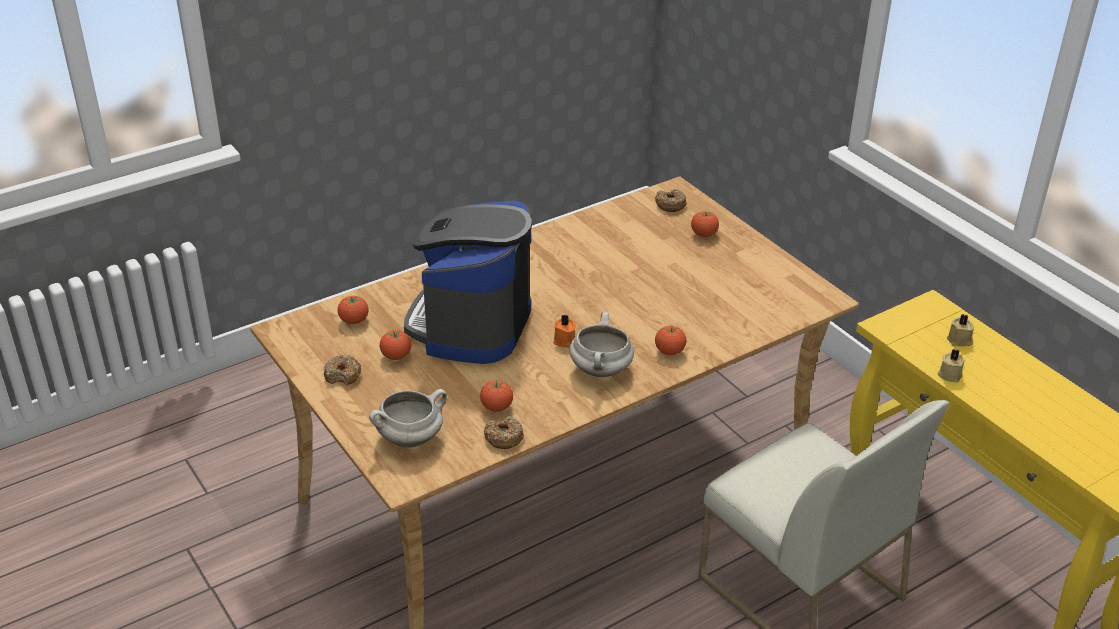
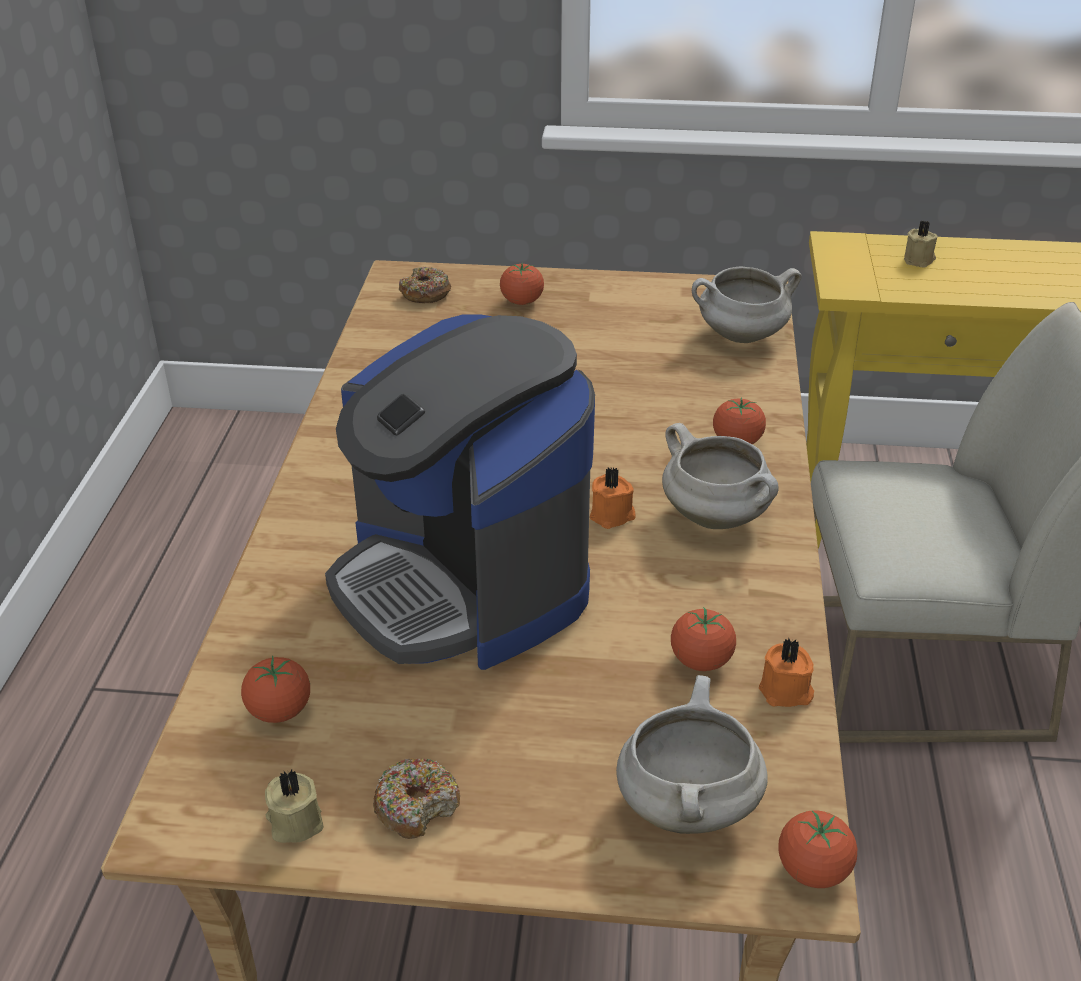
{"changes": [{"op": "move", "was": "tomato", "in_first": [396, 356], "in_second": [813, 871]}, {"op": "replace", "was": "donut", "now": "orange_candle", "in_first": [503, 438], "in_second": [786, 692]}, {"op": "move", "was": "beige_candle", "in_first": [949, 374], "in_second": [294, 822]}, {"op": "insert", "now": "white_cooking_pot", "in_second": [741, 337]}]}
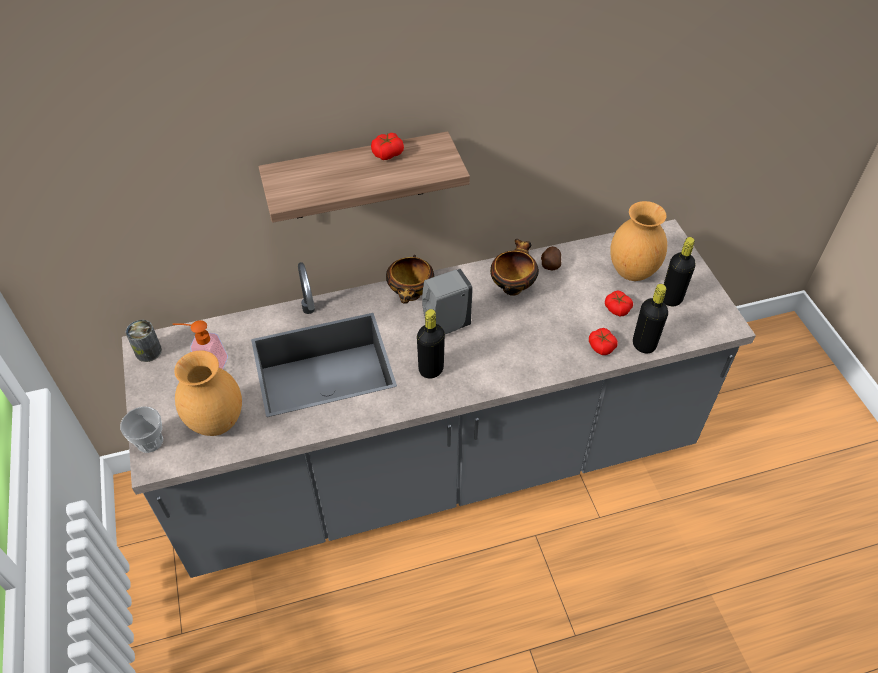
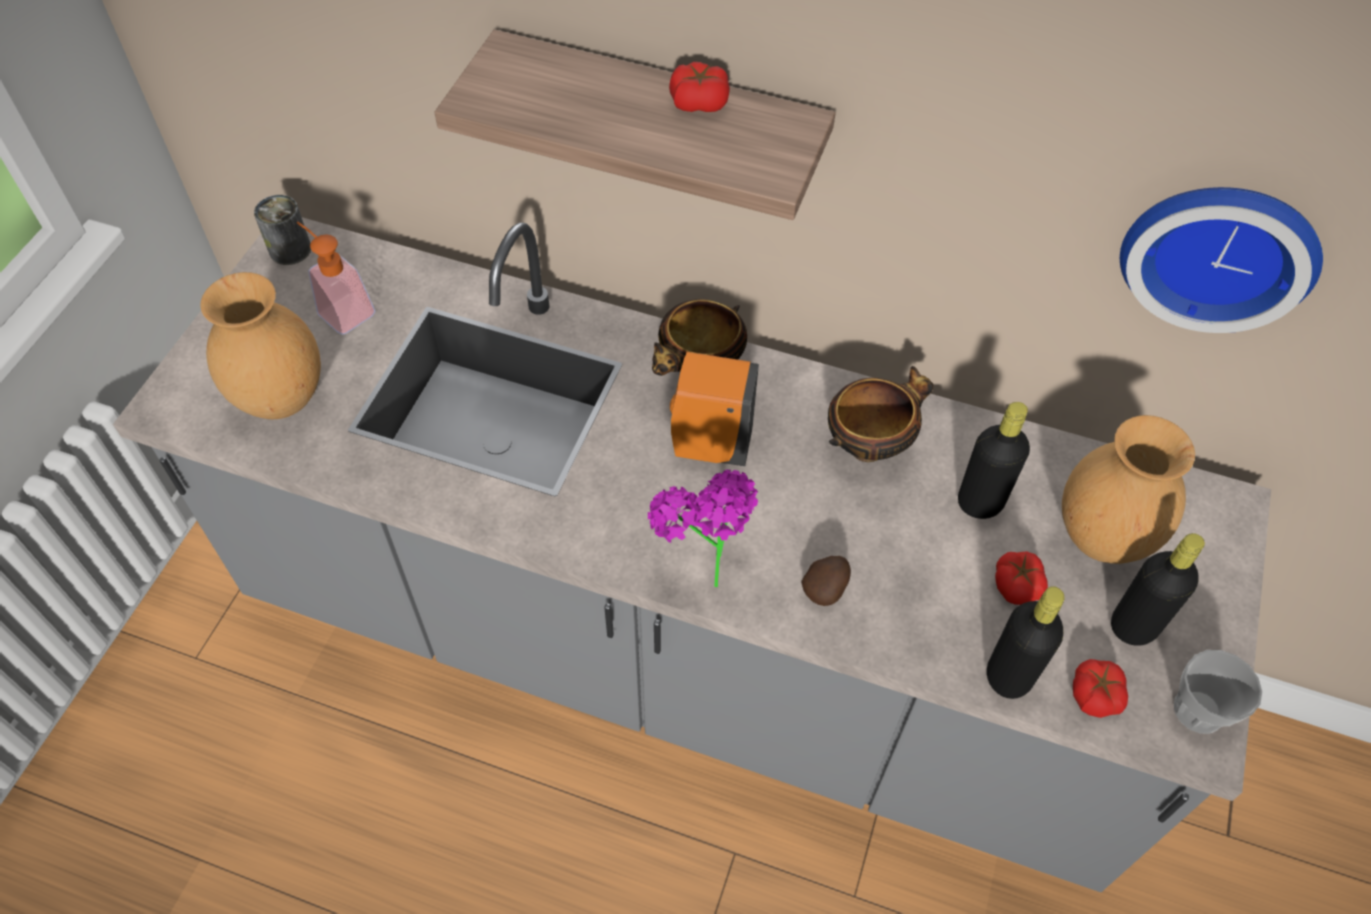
{"changes": [{"op": "move", "was": "cup", "in_first": [149, 441], "in_second": [1198, 710]}, {"op": "move", "was": "black_bottle", "in_first": [431, 369], "in_second": [980, 502]}, {"op": "recolor", "was": "grey_soap_dispenser", "now": "orange_soap_dispenser", "in_first": [445, 325], "in_second": [708, 445]}, {"op": "move", "was": "potato", "in_first": [550, 264], "in_second": [826, 588]}, {"op": "move", "was": "tomato", "in_first": [601, 346], "in_second": [1094, 695]}, {"op": "insert", "now": "potted_plant", "in_second": [702, 571]}, {"op": "insert", "now": "wall_clock", "in_second": [1219, 249]}]}
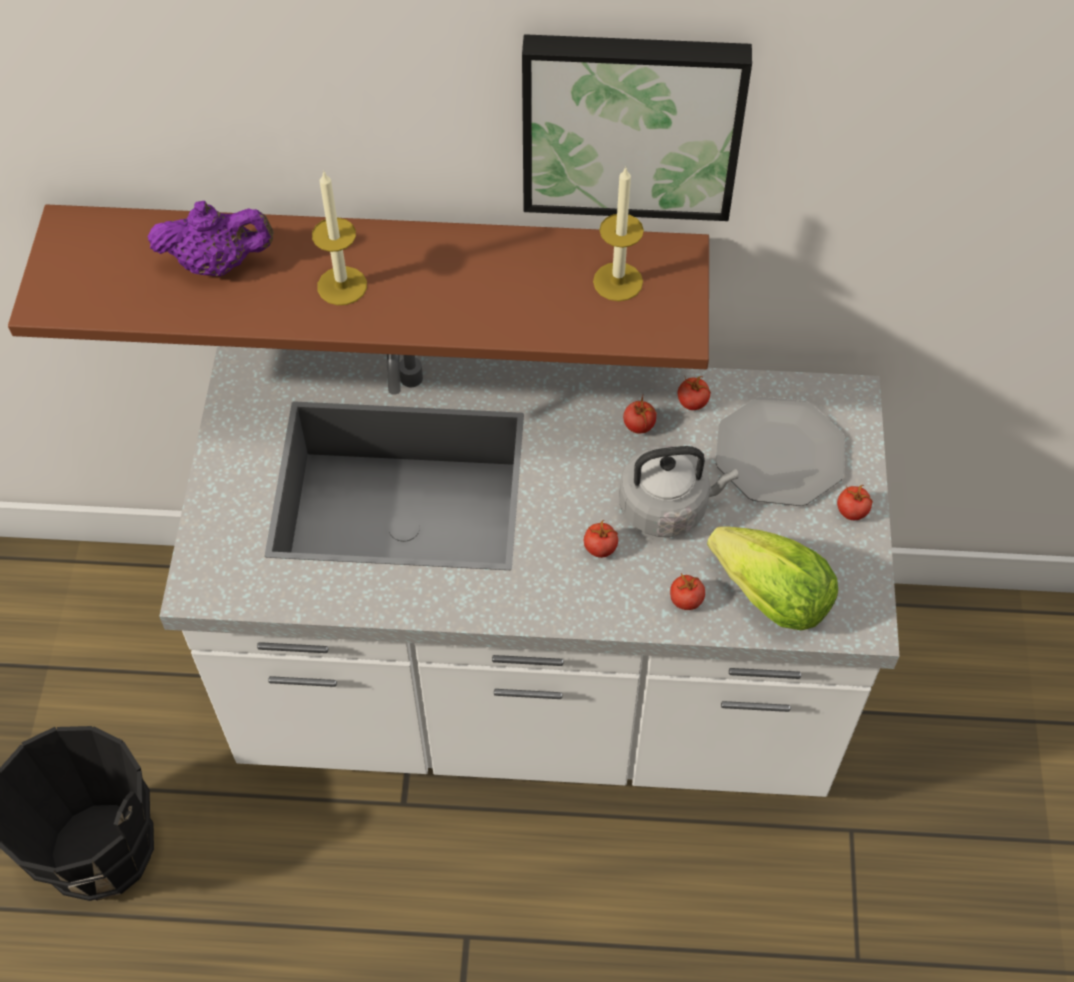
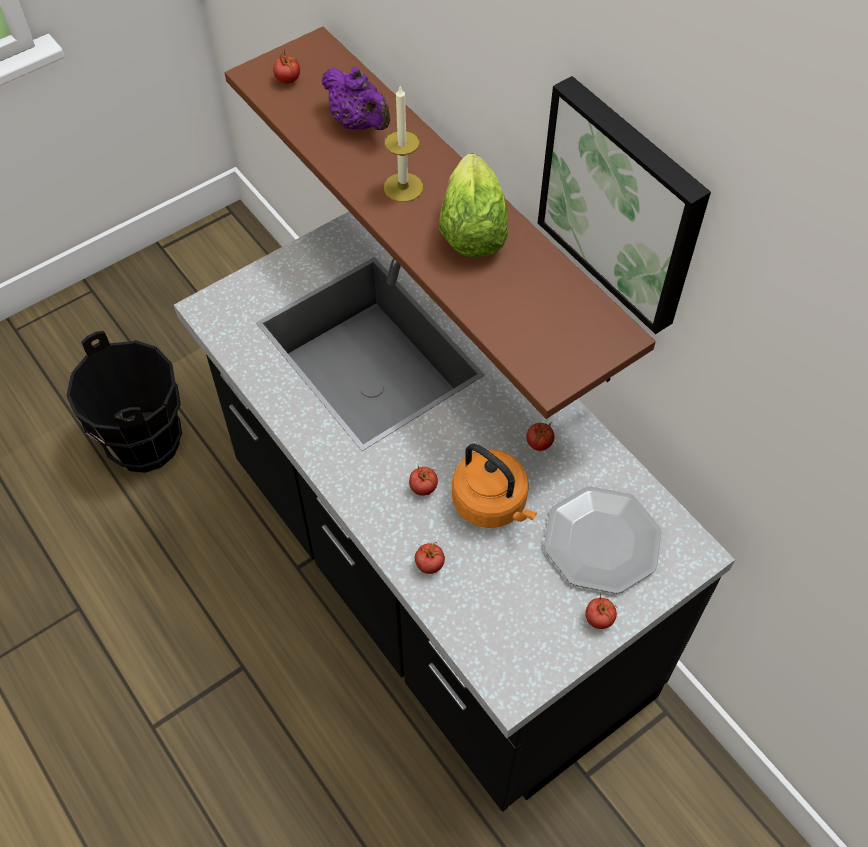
{"changes": [{"op": "recolor", "was": "white_counter", "now": "black_counter", "in_first": [537, 692], "in_second": [434, 583]}, {"op": "delete", "was": "candle", "in_first": [618, 281]}, {"op": "recolor", "was": "grey_kettle", "now": "orange_kettle", "in_first": [668, 507], "in_second": [492, 504]}, {"op": "move", "was": "tomato", "in_first": [692, 403], "in_second": [288, 80]}, {"op": "move", "was": "lettuce", "in_first": [771, 598], "in_second": [471, 231]}]}
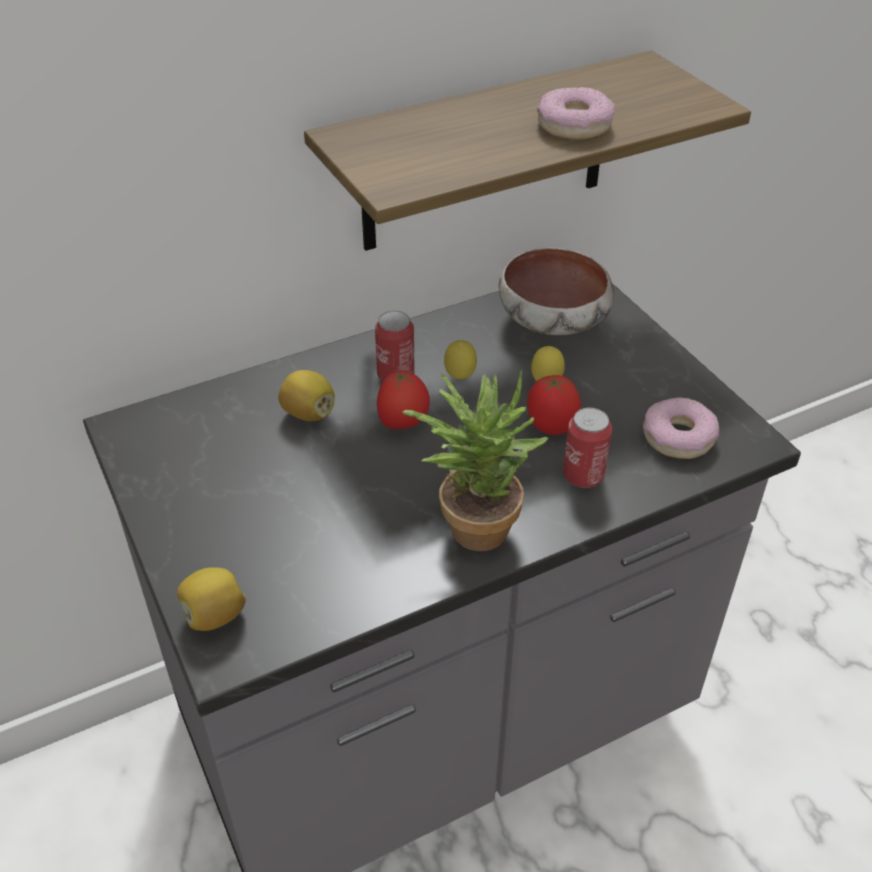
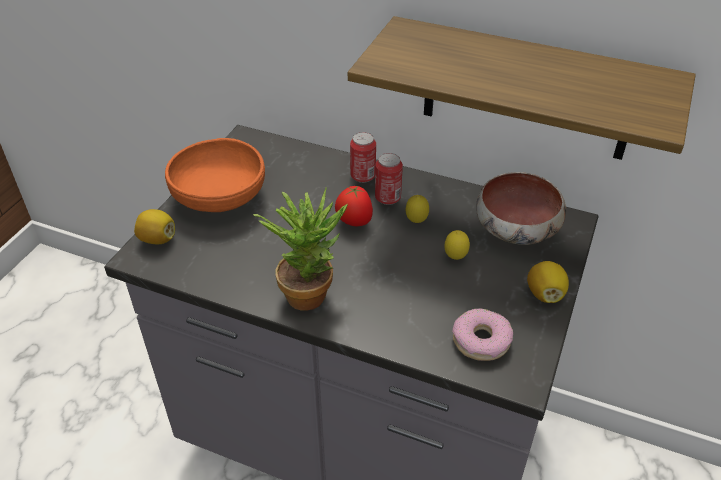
{"changes": [{"op": "move", "was": "lemon", "in_first": [308, 413], "in_second": [545, 294]}, {"op": "delete", "was": "tomato", "in_first": [550, 426]}, {"op": "delete", "was": "donut", "in_first": [573, 125]}, {"op": "move", "was": "can", "in_first": [583, 476], "in_second": [363, 176]}, {"op": "insert", "now": "orange_bowl", "in_second": [220, 197]}]}
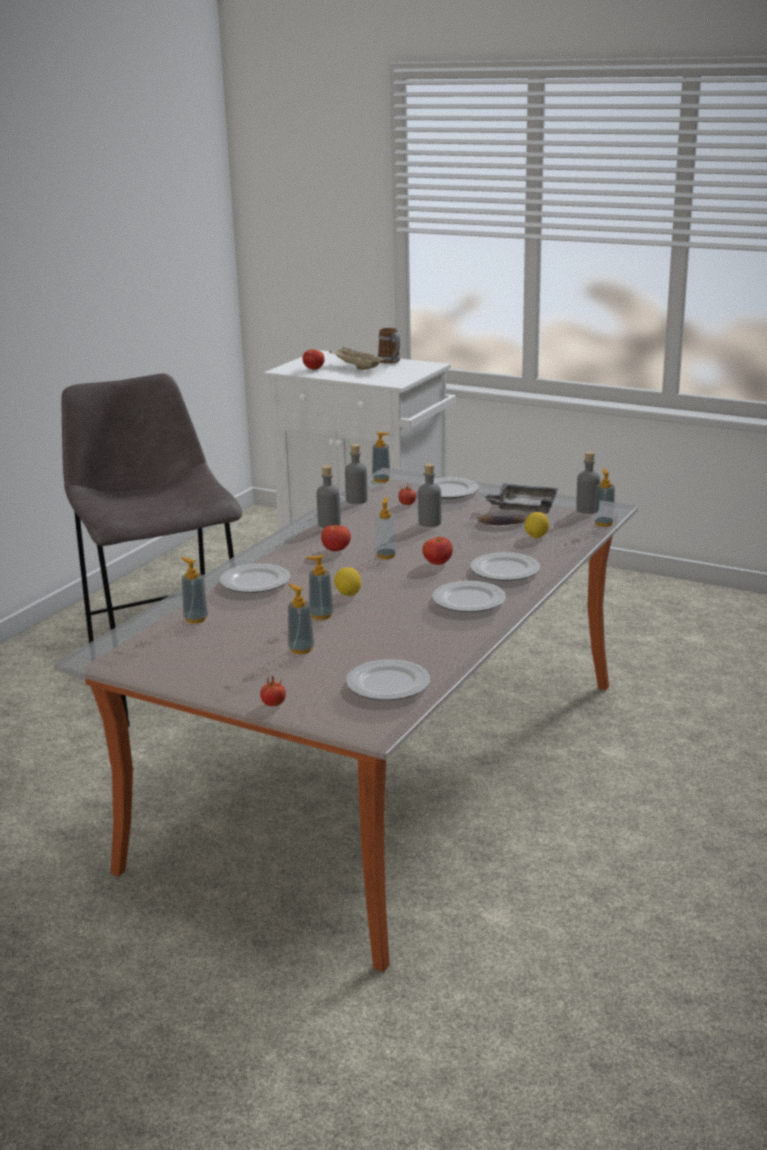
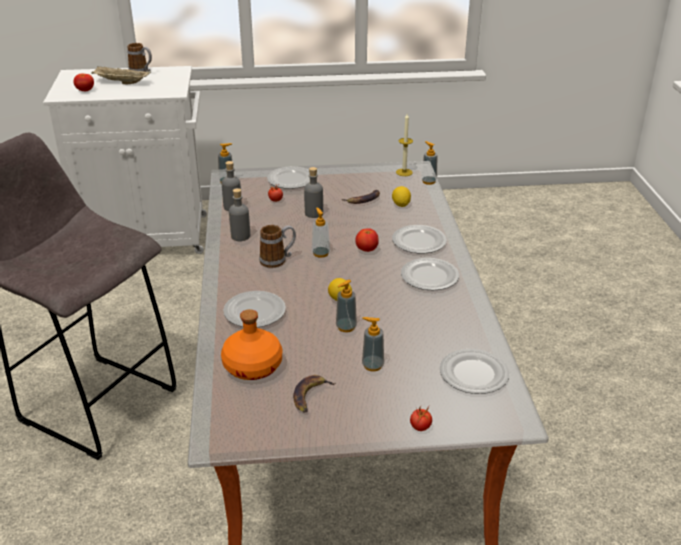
{"changes": [{"op": "replace", "was": "soap_dispenser", "now": "orange_bottle", "in_first": [196, 619], "in_second": [253, 366]}, {"op": "replace", "was": "tomato", "now": "mug", "in_first": [336, 550], "in_second": [278, 260]}, {"op": "delete", "was": "grey_tray", "in_first": [522, 508]}, {"op": "replace", "was": "grey_bottle", "now": "candle", "in_first": [587, 510], "in_second": [404, 172]}, {"op": "insert", "now": "banana", "in_second": [310, 396]}]}
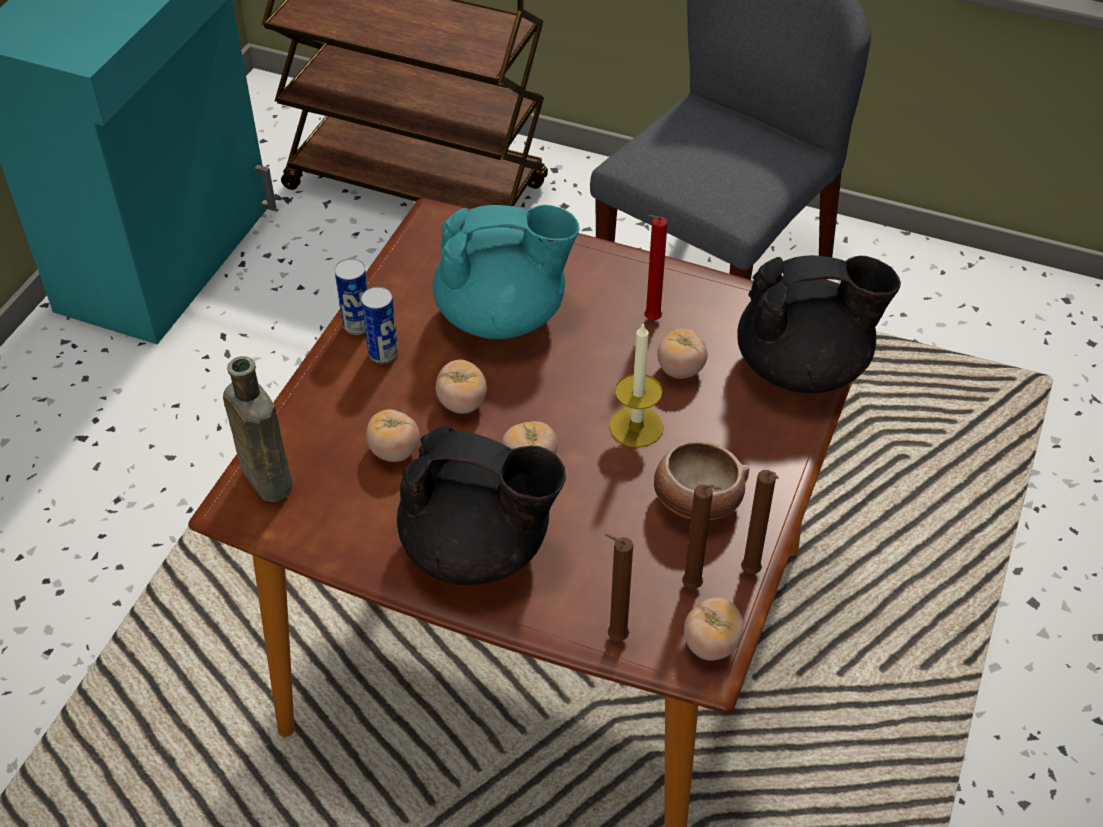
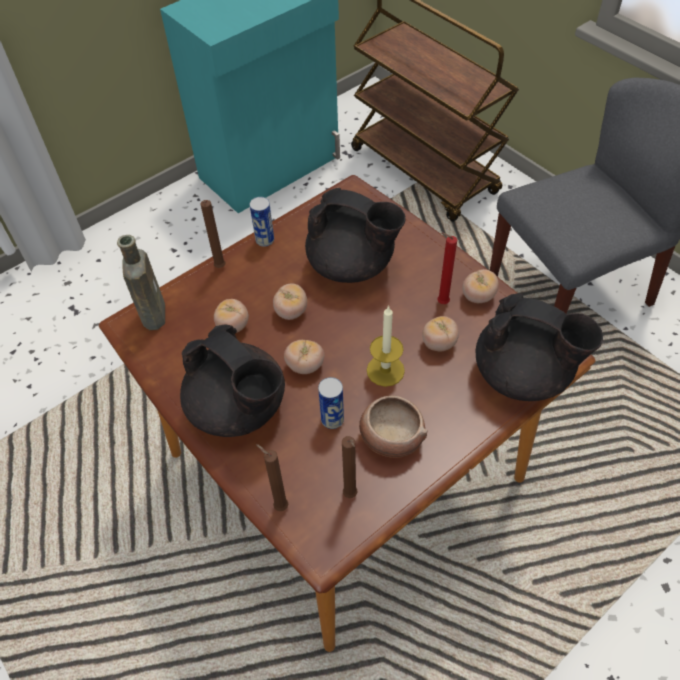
{"changes": [{"op": "move", "was": "can", "in_first": [383, 353], "in_second": [332, 419]}, {"op": "recolor", "was": "turquoise_teapot", "now": "black_teapot", "in_first": [503, 316], "in_second": [352, 265]}, {"op": "move", "was": "tomato", "in_first": [711, 644], "in_second": [478, 296]}, {"op": "move", "was": "brown_candle", "in_first": [751, 573], "in_second": [219, 268]}]}
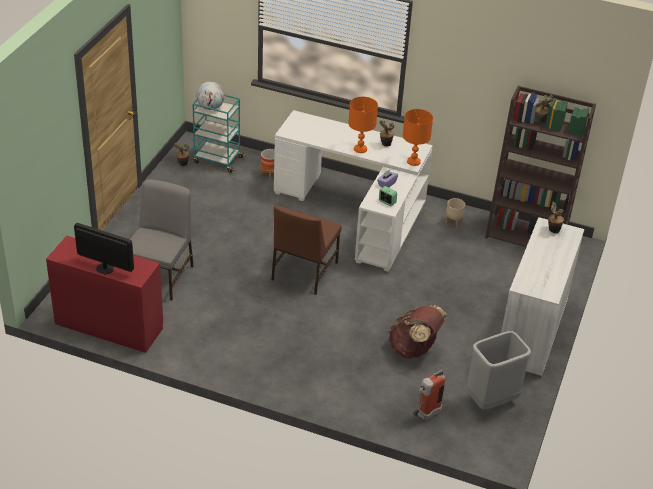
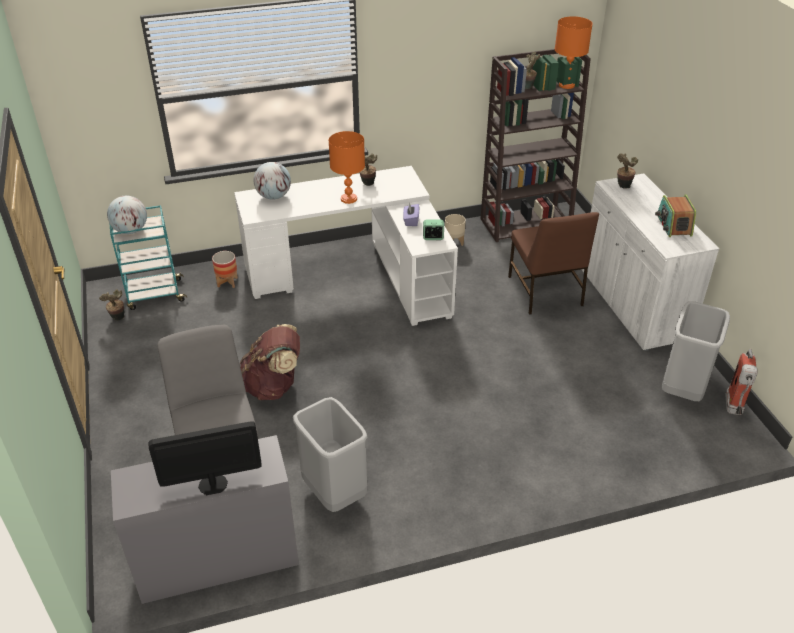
{"changes": [{"op": "recolor", "was": "red_desk", "now": "grey_desk", "in_first": [108, 326], "in_second": [217, 560]}, {"op": "move", "was": "brown_chair", "in_first": [303, 271], "in_second": [544, 292]}, {"op": "move", "was": "brown_backpack", "in_first": [414, 349], "in_second": [274, 386]}, {"op": "move", "was": "orange_table_lamp", "in_first": [413, 162], "in_second": [566, 85]}, {"op": "move", "was": "fire_extinguisher", "in_first": [425, 415], "in_second": [733, 410]}, {"op": "insert", "now": "globe", "in_second": [273, 196]}, {"op": "insert", "now": "grey_trash_can", "in_second": [335, 492]}, {"op": "insert", "now": "radio", "in_second": [673, 225]}]}
